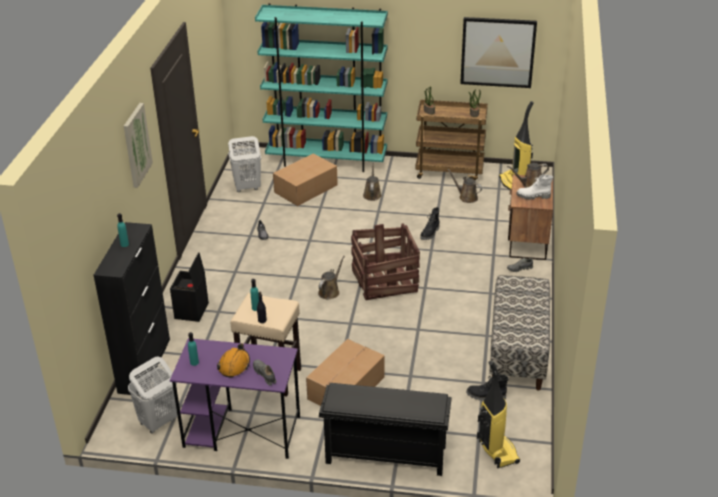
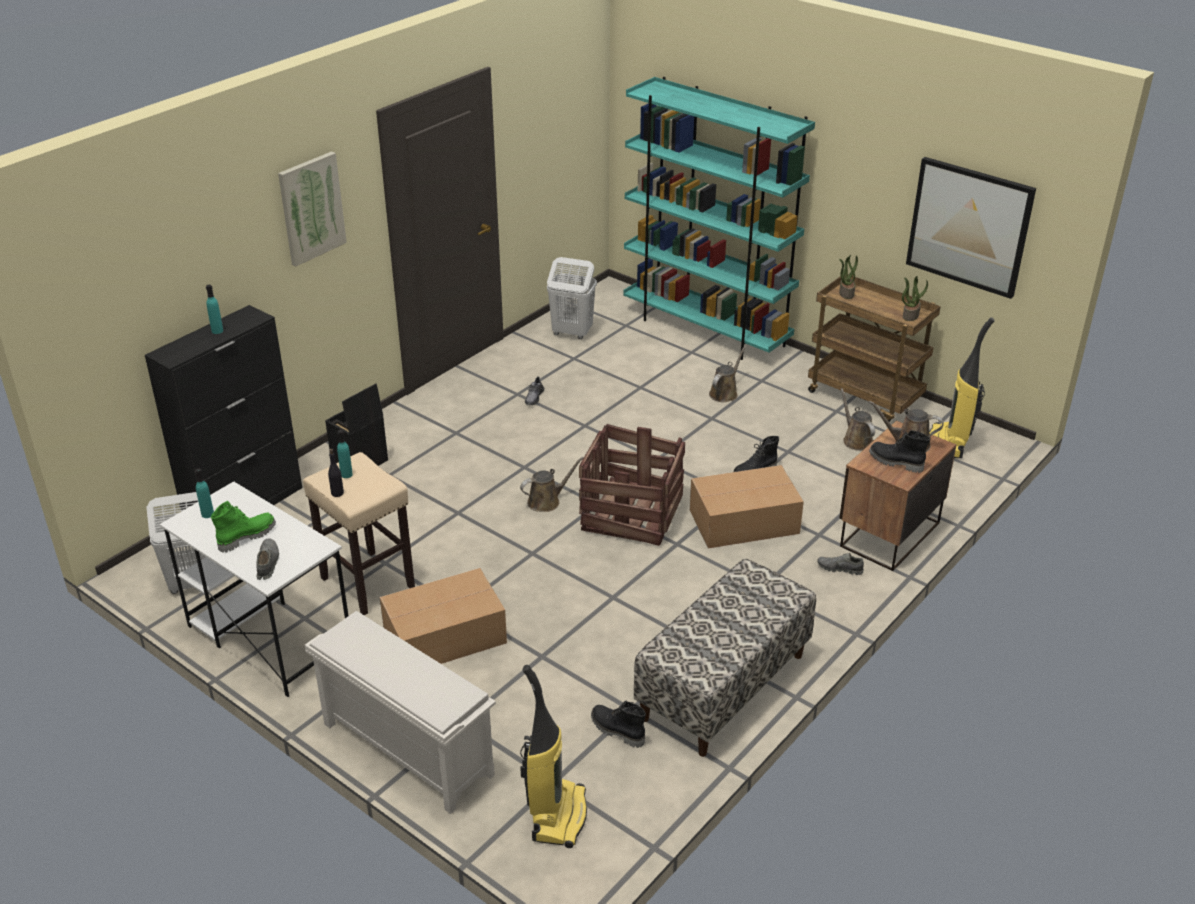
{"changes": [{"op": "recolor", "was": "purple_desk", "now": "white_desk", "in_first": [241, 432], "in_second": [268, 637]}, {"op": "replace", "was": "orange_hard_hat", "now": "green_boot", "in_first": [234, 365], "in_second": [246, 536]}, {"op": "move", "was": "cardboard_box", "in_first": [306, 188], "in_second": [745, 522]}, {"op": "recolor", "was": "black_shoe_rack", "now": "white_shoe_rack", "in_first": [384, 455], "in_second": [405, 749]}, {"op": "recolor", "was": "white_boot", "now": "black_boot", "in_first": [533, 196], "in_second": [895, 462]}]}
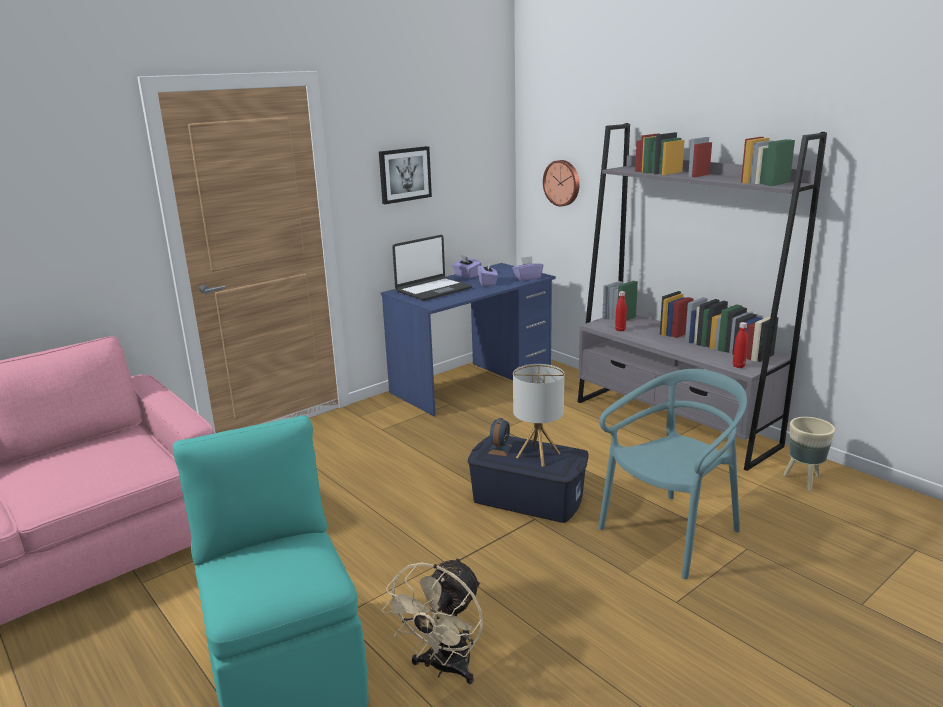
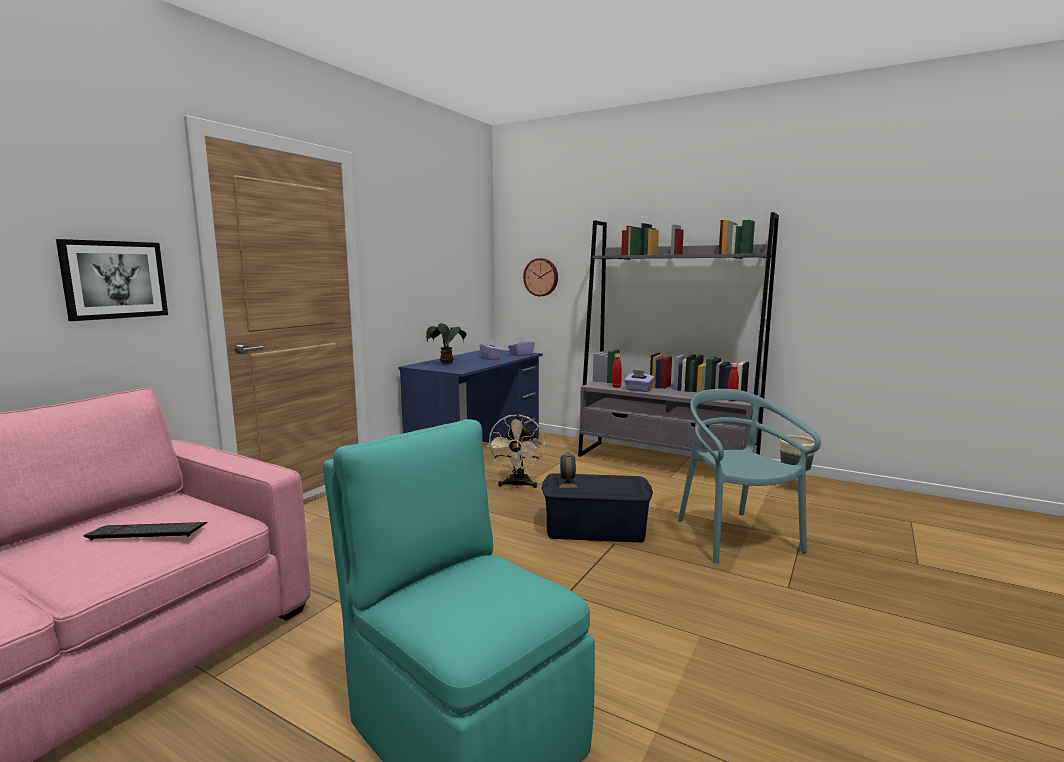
{"changes": [{"op": "move", "was": "picture", "in_first": [404, 174], "in_second": [114, 279]}, {"op": "move", "was": "beige_fan", "in_first": [444, 668], "in_second": [517, 485]}, {"op": "replace", "was": "laptop", "now": "potted_plant", "in_first": [433, 290], "in_second": [447, 363]}, {"op": "move", "was": "purple_tissue_box", "in_first": [466, 275], "in_second": [638, 390]}, {"op": "delete", "was": "table_lamp", "in_first": [538, 455]}, {"op": "rotate", "was": "turquoise_chair", "in_first": [671, 533], "in_second": [735, 537], "clockwise": -45}, {"op": "insert", "now": "keyboard", "in_second": [147, 532]}]}
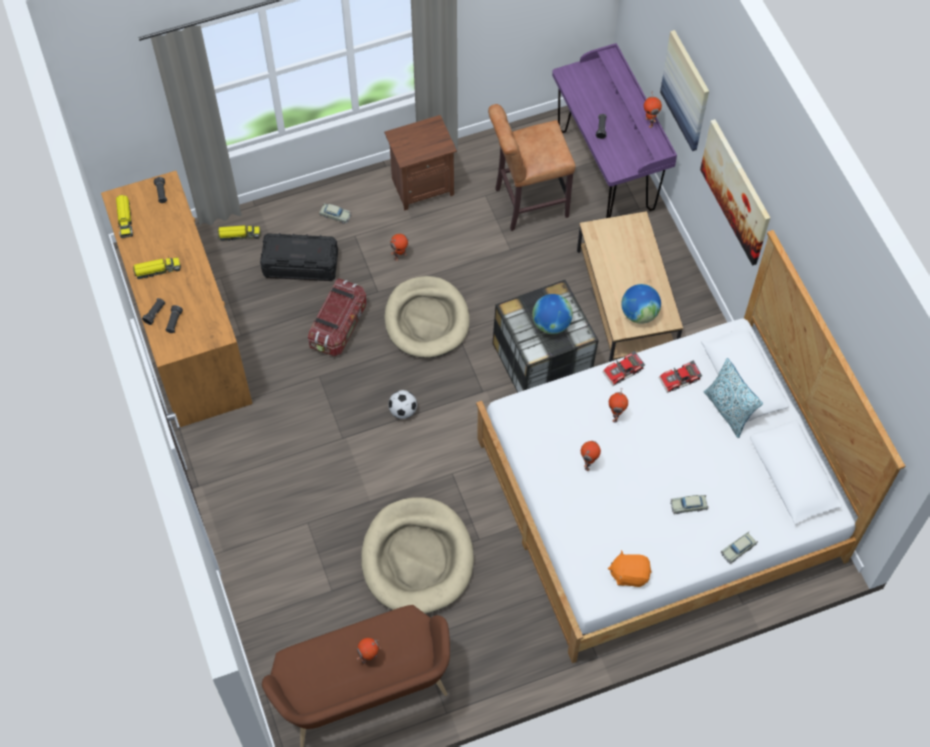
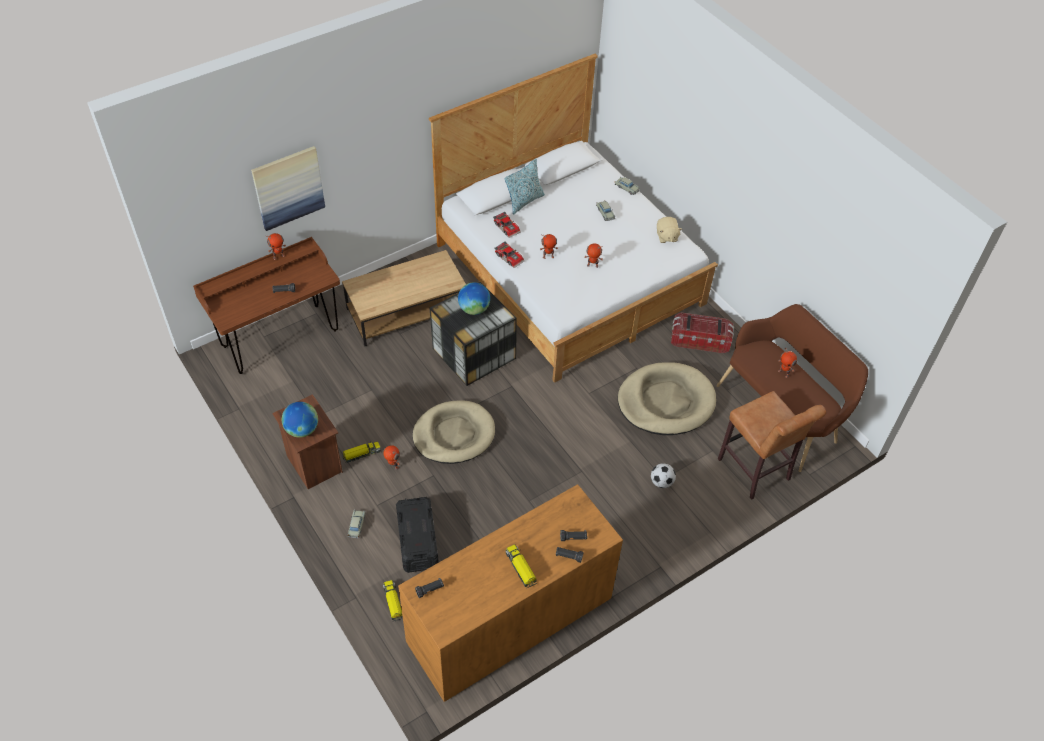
{"changes": [{"op": "move", "was": "toy_truck", "in_first": [125, 219], "in_second": [361, 454]}, {"op": "move", "was": "storage_box", "in_first": [339, 326], "in_second": [699, 340]}, {"op": "move", "was": "football", "in_first": [403, 410], "in_second": [661, 482]}, {"op": "move", "was": "brown_stool", "in_first": [527, 203], "in_second": [756, 472]}, {"op": "recolor", "was": "purple_desk", "now": "brown_desk", "in_first": [606, 170], "in_second": [280, 338]}, {"op": "recolor", "was": "orange_plush_toy", "now": "beige_plush_toy", "in_first": [629, 574], "in_second": [666, 236]}, {"op": "move", "was": "globe", "in_first": [639, 313], "in_second": [302, 430]}, {"op": "delete", "was": "picture", "in_first": [736, 191]}]}
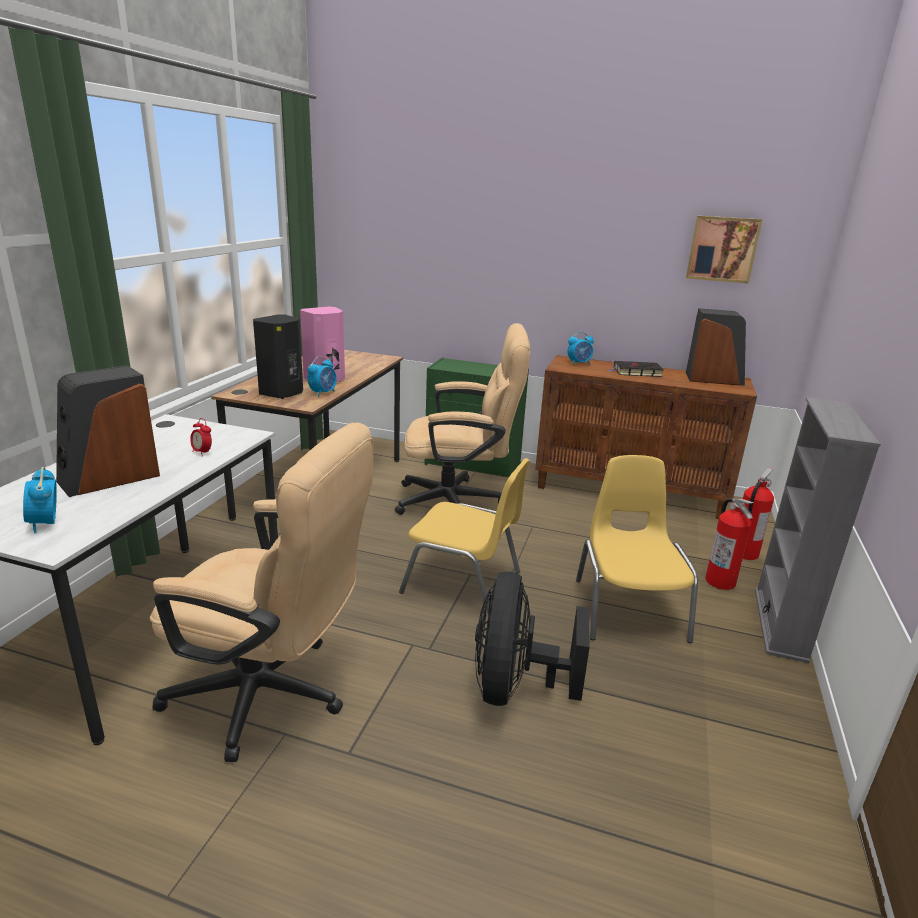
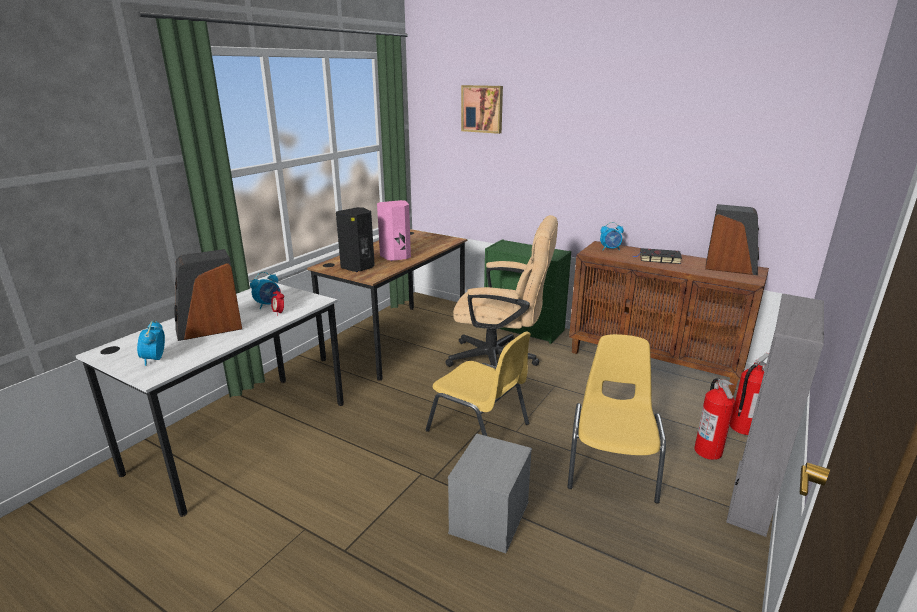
{"changes": [{"op": "delete", "was": "beige_office_chair", "in_first": [272, 695]}, {"op": "move", "was": "alarm_clock", "in_first": [323, 393], "in_second": [268, 305]}, {"op": "replace", "was": "black_fan", "now": "grey_storage_box", "in_first": [515, 686], "in_second": [490, 518]}, {"op": "move", "was": "picture", "in_first": [722, 249], "in_second": [482, 109]}]}
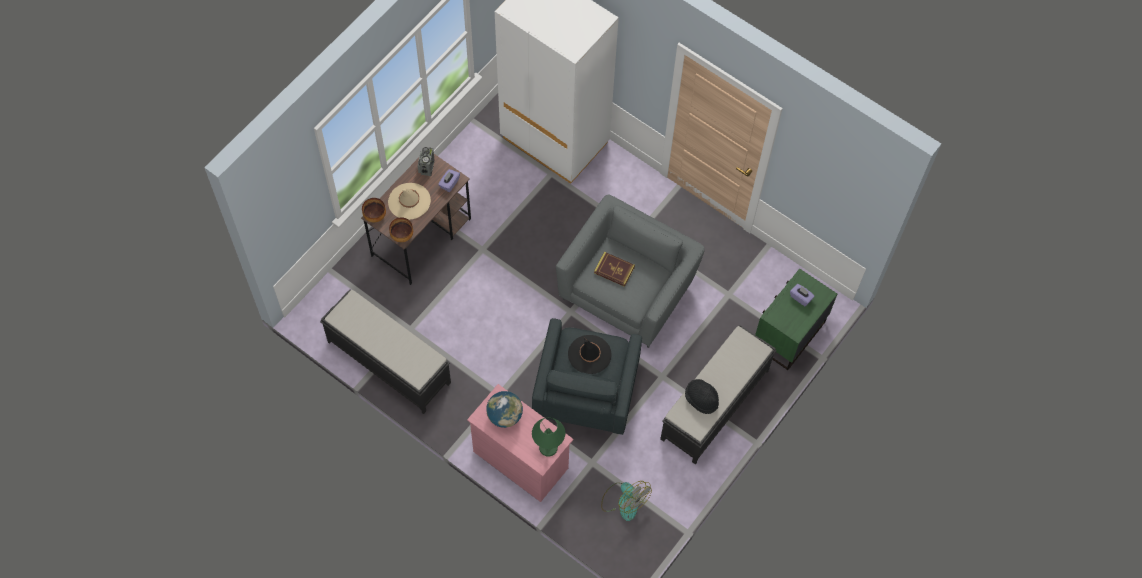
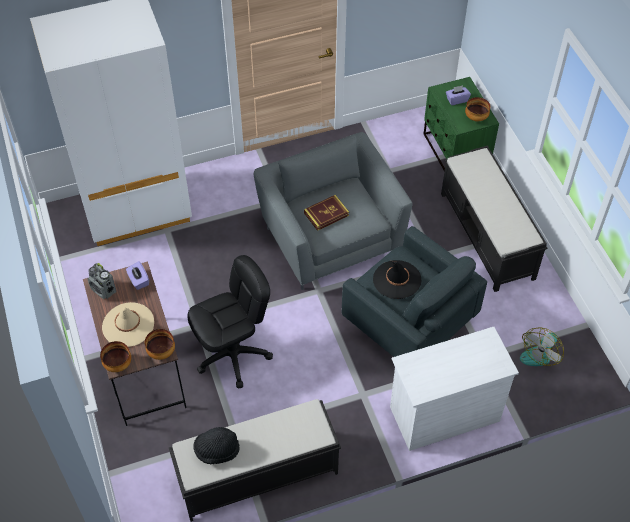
{"changes": [{"op": "recolor", "was": "pink_dresser", "now": "white_dresser", "in_first": [520, 459], "in_second": [444, 414]}, {"op": "delete", "was": "globe", "in_first": [505, 416]}, {"op": "delete", "was": "green_table_lamp", "in_first": [548, 447]}, {"op": "rotate", "was": "fan", "in_first": [624, 501], "in_second": [539, 352], "clockwise": 135}, {"op": "move", "was": "black_hat", "in_first": [701, 399], "in_second": [217, 450]}, {"op": "insert", "now": "black_office_chair", "in_second": [233, 355]}, {"op": "insert", "now": "bowl", "in_second": [476, 118]}]}
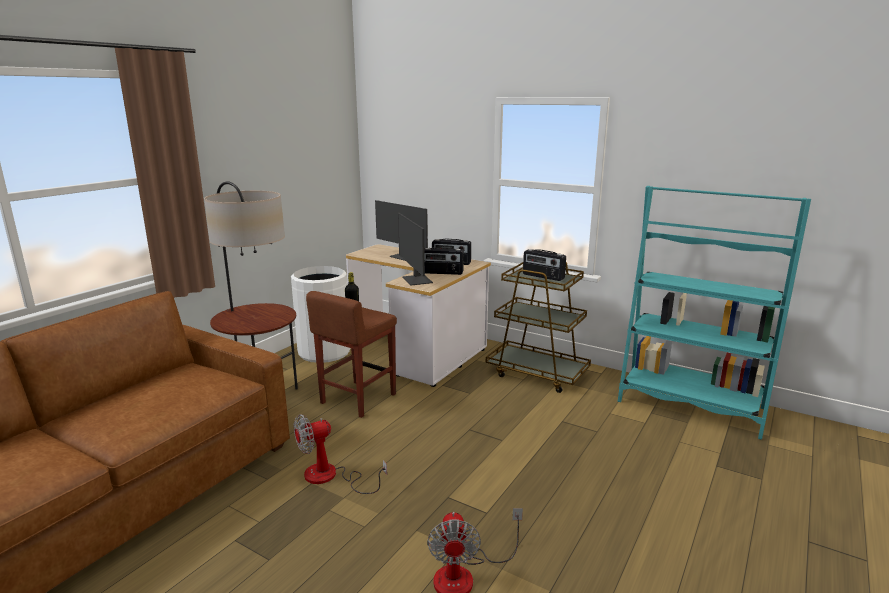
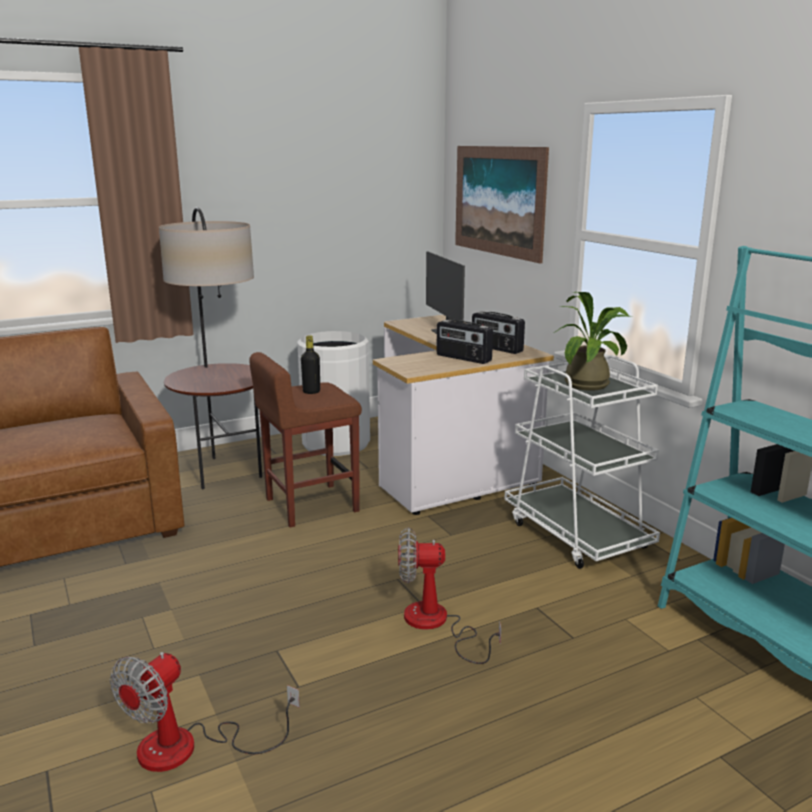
{"changes": [{"op": "move", "was": "fan", "in_first": [330, 477], "in_second": [436, 624]}, {"op": "delete", "was": "monitor", "in_first": [416, 280]}, {"op": "recolor", "was": "brown_cart", "now": "white_cart", "in_first": [537, 373], "in_second": [576, 534]}, {"op": "replace", "was": "radio", "now": "potted_plant", "in_first": [543, 277], "in_second": [591, 384]}, {"op": "insert", "now": "picture", "in_second": [498, 201]}]}
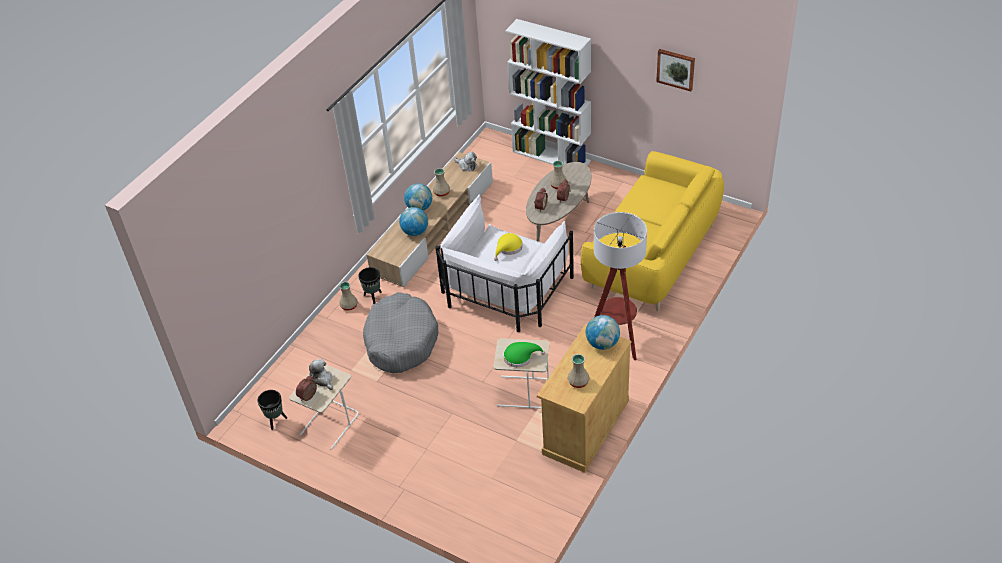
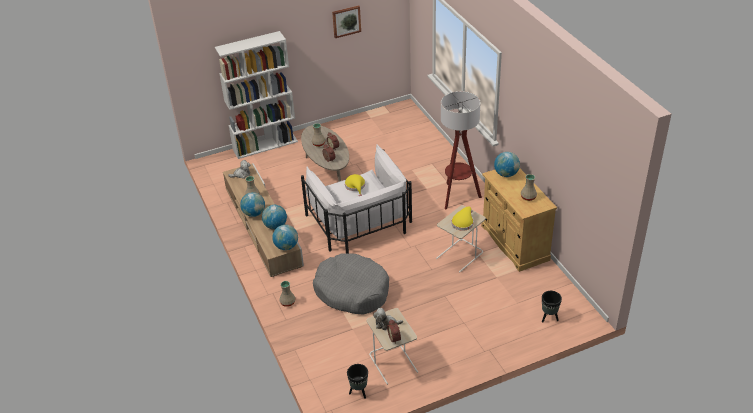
{"changes": [{"op": "move", "was": "black_planter", "in_first": [373, 297], "in_second": [549, 318]}, {"op": "recolor", "was": "green_hat", "now": "yellow_hat", "in_first": [520, 357], "in_second": [463, 222]}, {"op": "delete", "was": "yellow_sofa", "in_first": [652, 255]}, {"op": "insert", "now": "globe", "in_second": [286, 246]}]}
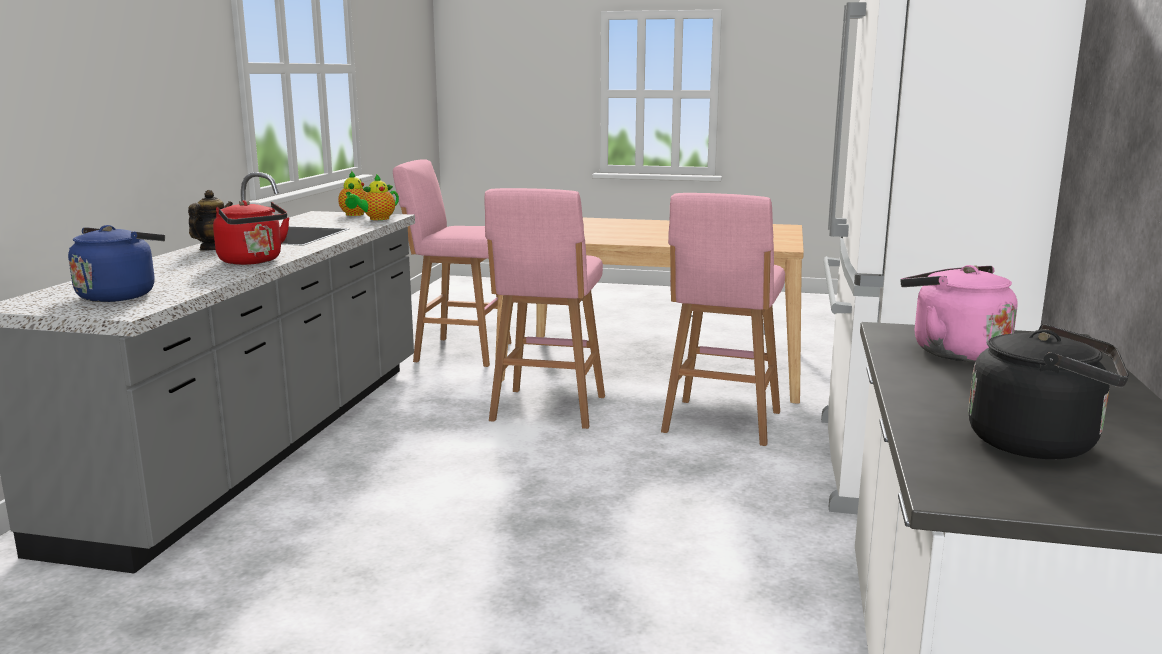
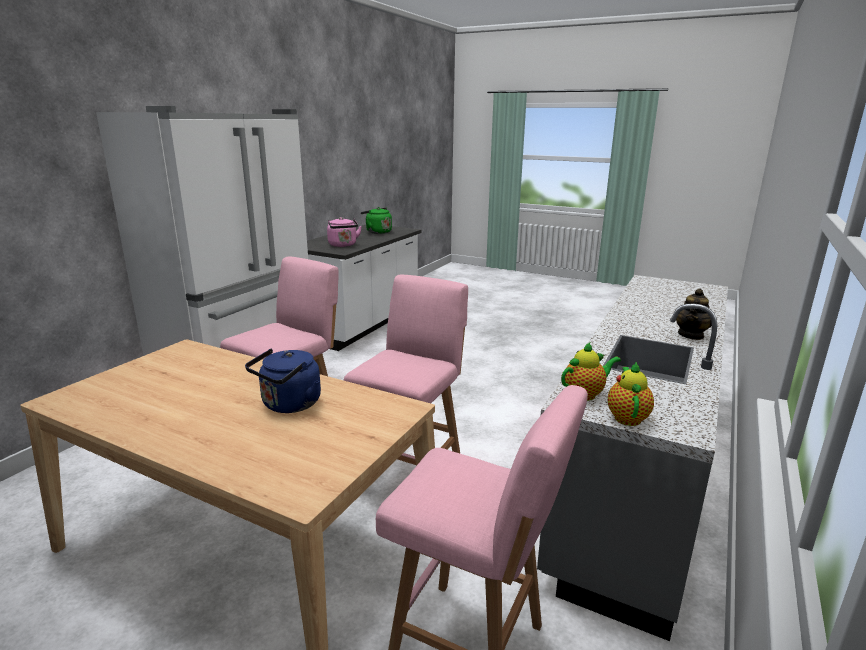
{"changes": [{"op": "move", "was": "blue_kettle", "in_first": [120, 295], "in_second": [289, 405]}, {"op": "delete", "was": "red_kettle", "in_first": [253, 261]}, {"op": "recolor", "was": "black_kettle", "now": "green_kettle", "in_first": [1040, 444], "in_second": [377, 232]}]}
